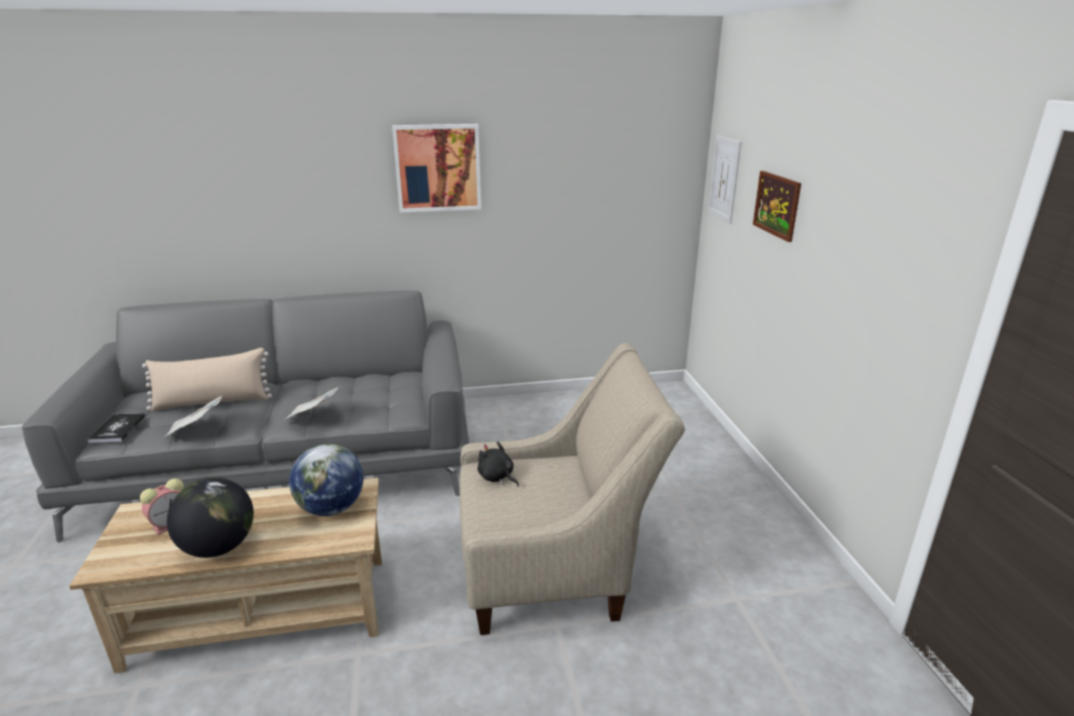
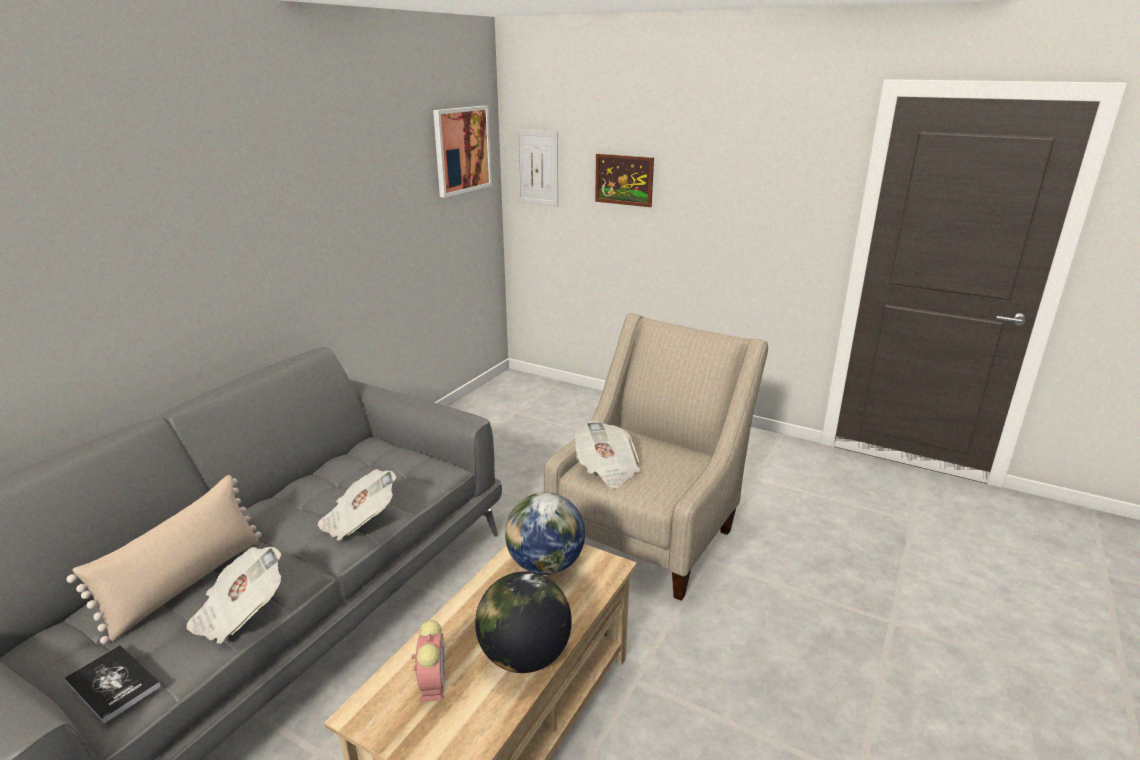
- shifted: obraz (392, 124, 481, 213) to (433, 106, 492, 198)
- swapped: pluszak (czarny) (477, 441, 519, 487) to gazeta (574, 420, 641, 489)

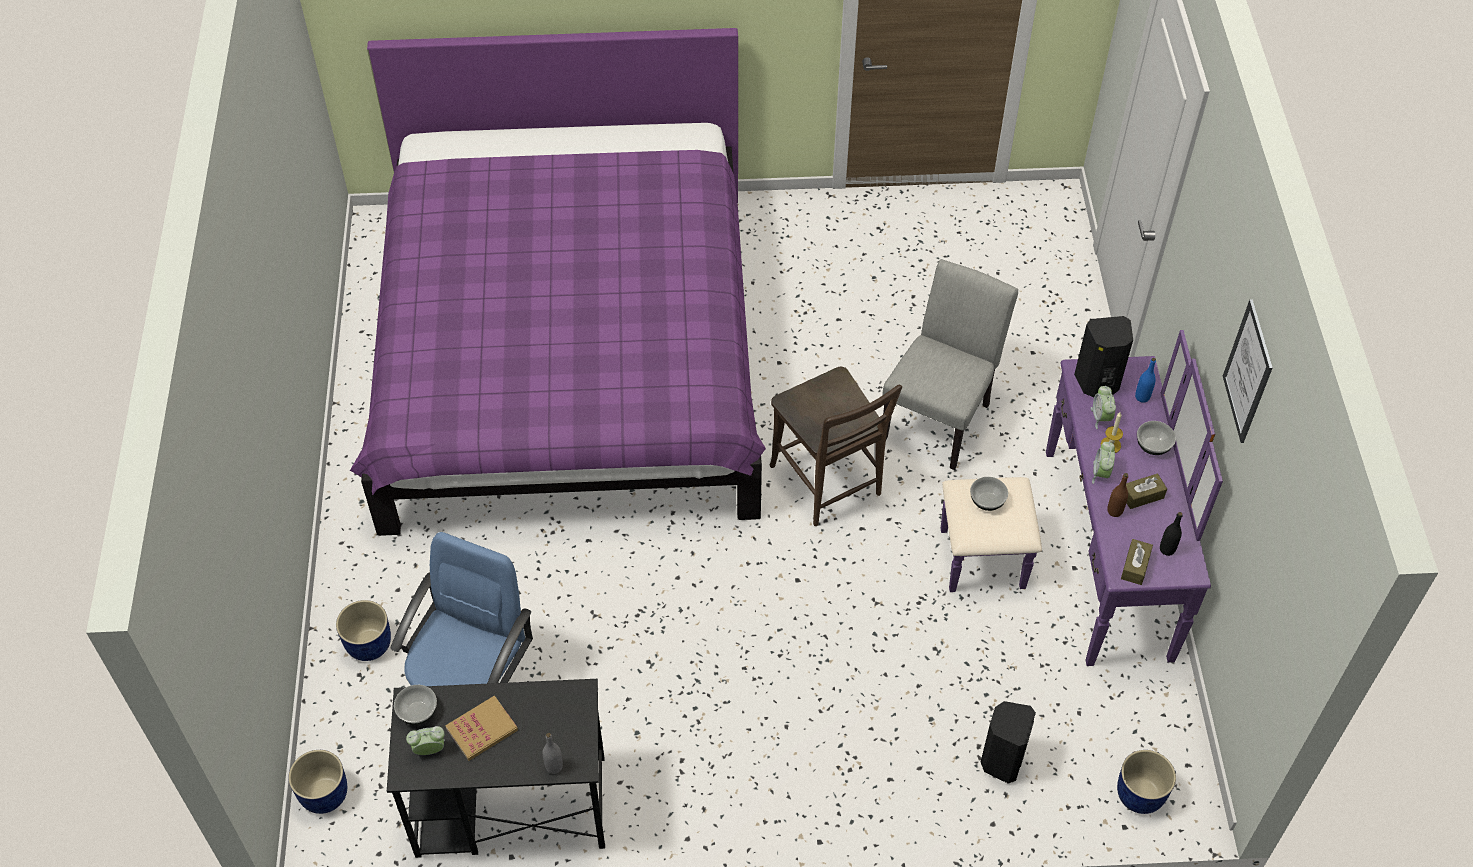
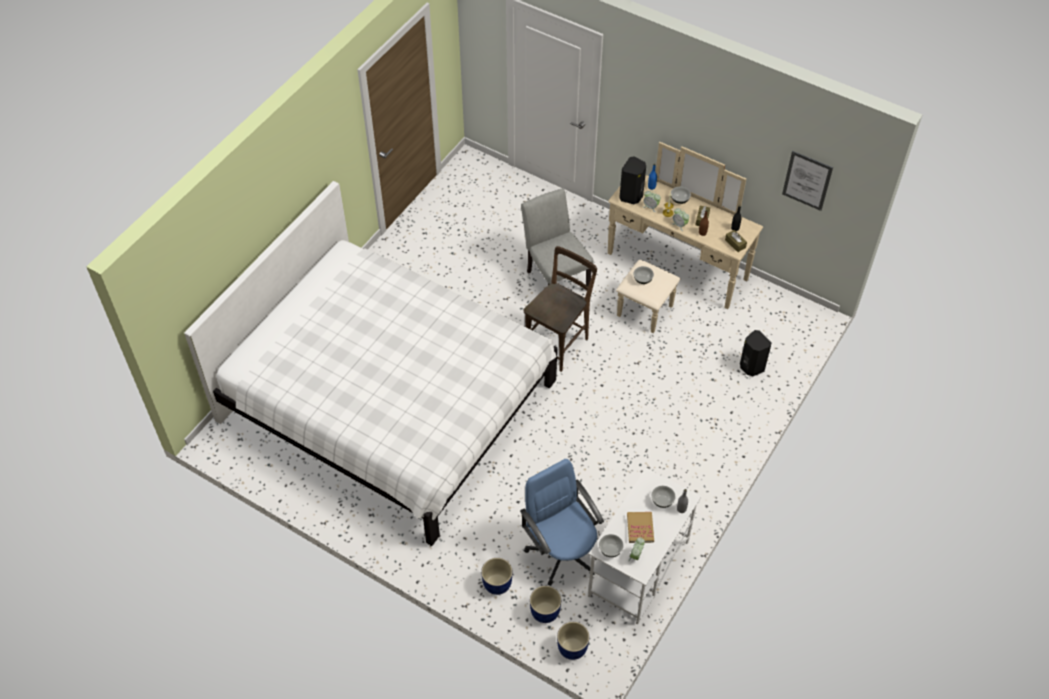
- repainted: łóżko (fioletowy) (350, 28, 766, 536) to łóżko (biały) (184, 181, 557, 546)
- repainted: biurko (czarny) (387, 679, 605, 858) to biurko (biały) (588, 468, 701, 625)
- rotated: krzesło (brązowy) (770, 367, 902, 526) = (524, 246, 597, 372) 60 degrees counterclockwise
- repainted: komoda (fioletowy) (941, 330, 1223, 666) to komoda (beżowy) (608, 142, 763, 333)
- shifted: donica (niebieski) (1117, 750, 1176, 814) to (530, 586, 561, 623)
- shifted: obraz (1223, 299, 1273, 443) to (782, 151, 833, 211)
- new: miska (652, 486, 676, 508)

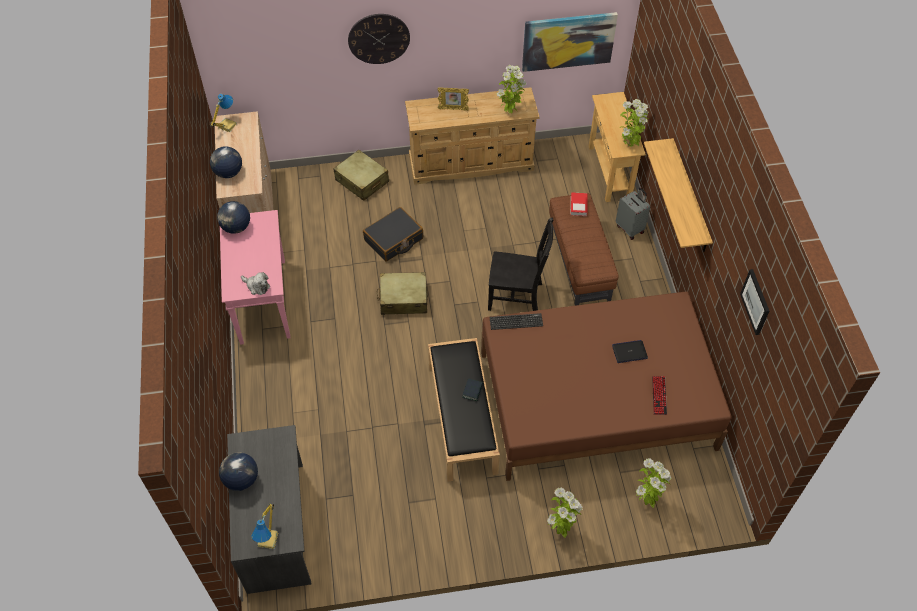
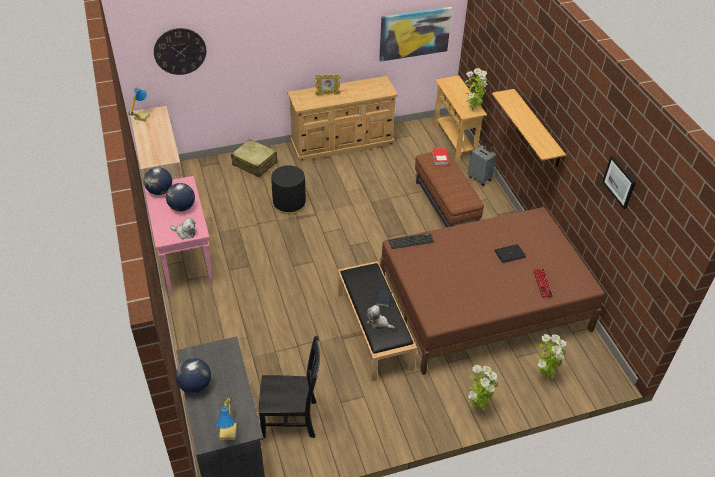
- shifted: globus (210, 146, 242, 178) to (166, 183, 195, 211)
- shifted: zegar ścienny (348, 14, 410, 64) to (154, 28, 206, 75)
- swapped: walizka (czarny) (363, 207, 423, 262) to pufa (czarny) (271, 165, 306, 214)
- gone: walizka (beżowy) (377, 272, 428, 315)
- shifted: krzesło (czarny) (488, 217, 553, 311) to (259, 336, 320, 438)
- gone: roślina doniczkowa (497, 65, 526, 114)
- new: pluszak (367, 305, 395, 330)

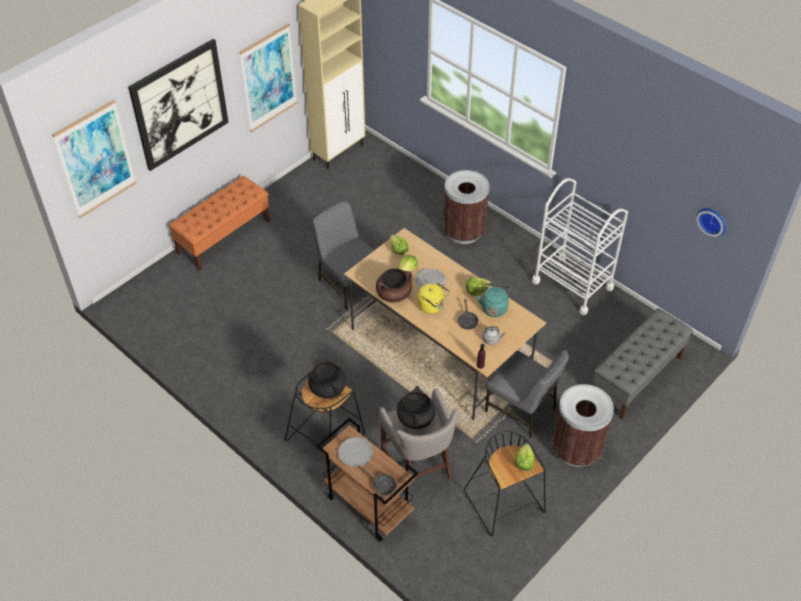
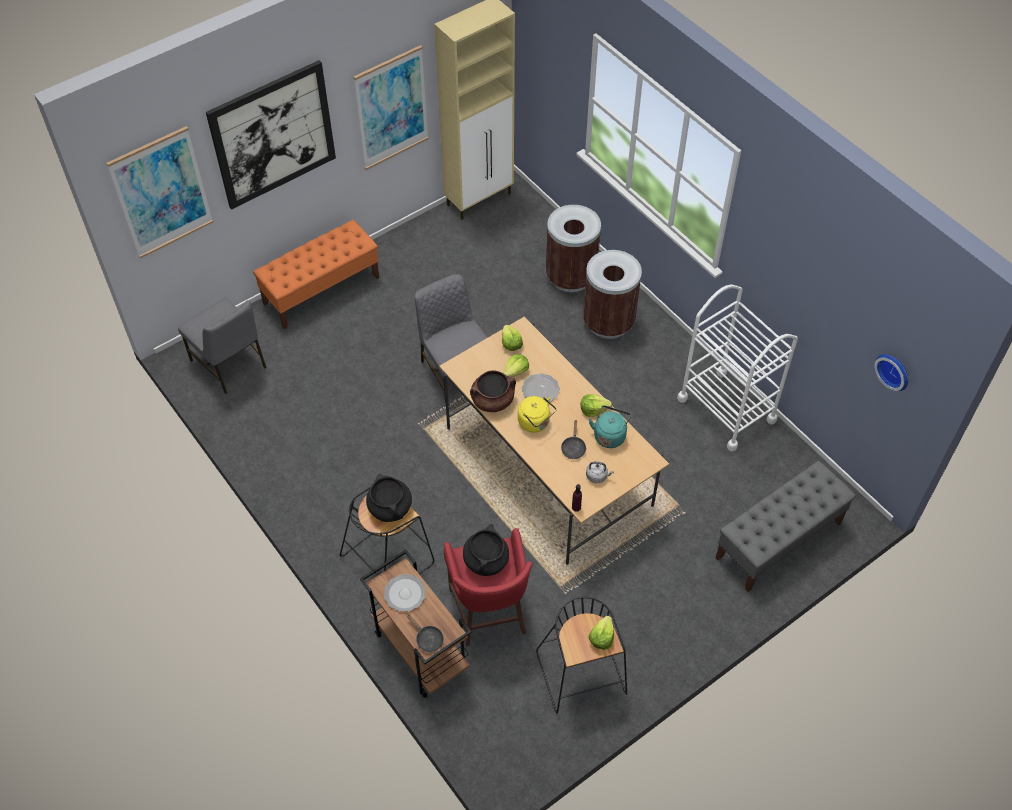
- repainted: stołek (szary) (379, 388, 458, 489) to stołek (czerwony) (444, 528, 532, 646)
- shifted: krzesło (szary) (485, 350, 569, 438) to (178, 298, 267, 394)
- shifted: kosz na śmieci (brązowy) (552, 384, 614, 467) to (546, 205, 601, 292)

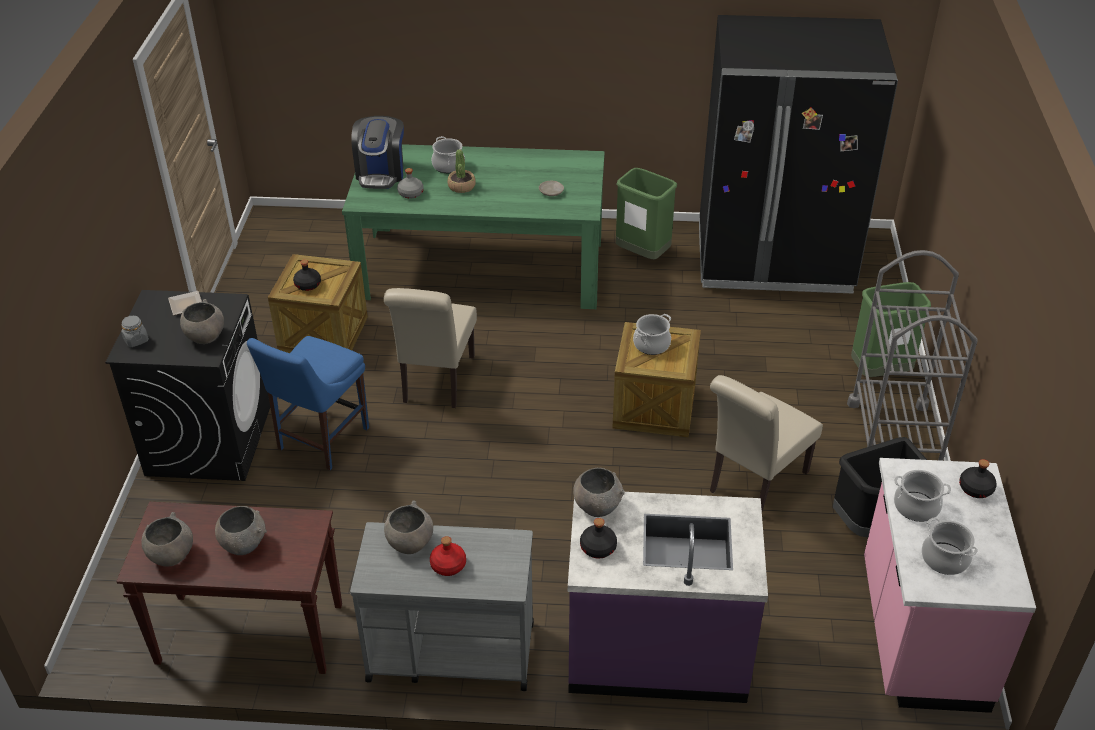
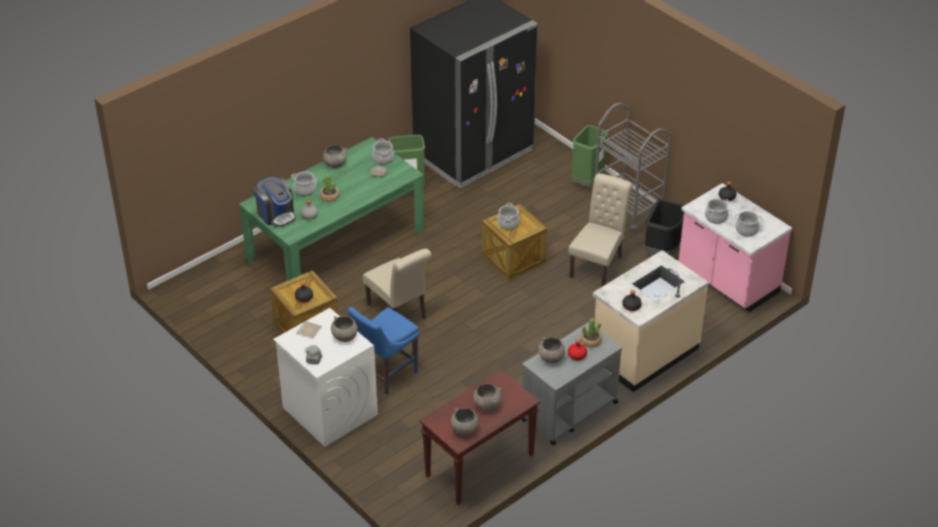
- repainted: pralka (czarny) (105, 290, 270, 481) to pralka (biały) (273, 308, 378, 447)
- rotated: krzesło (niebieski) (247, 336, 369, 470) = (348, 307, 419, 395) 60 degrees clockwise
- repainted: zabudowa kuchenna (fioletowy) (568, 492, 768, 703) to zabudowa kuchenna (beżowy) (593, 250, 709, 392)
- shifted: miska (szary) (573, 468, 625, 517) to (323, 145, 347, 168)
- rotated: krzesło (beżowy) (710, 375, 823, 511) = (568, 173, 633, 287) 150 degrees counterclockwise
- new: garnek (372, 138, 394, 164)
- new: roślina doniczkowa (581, 318, 602, 348)

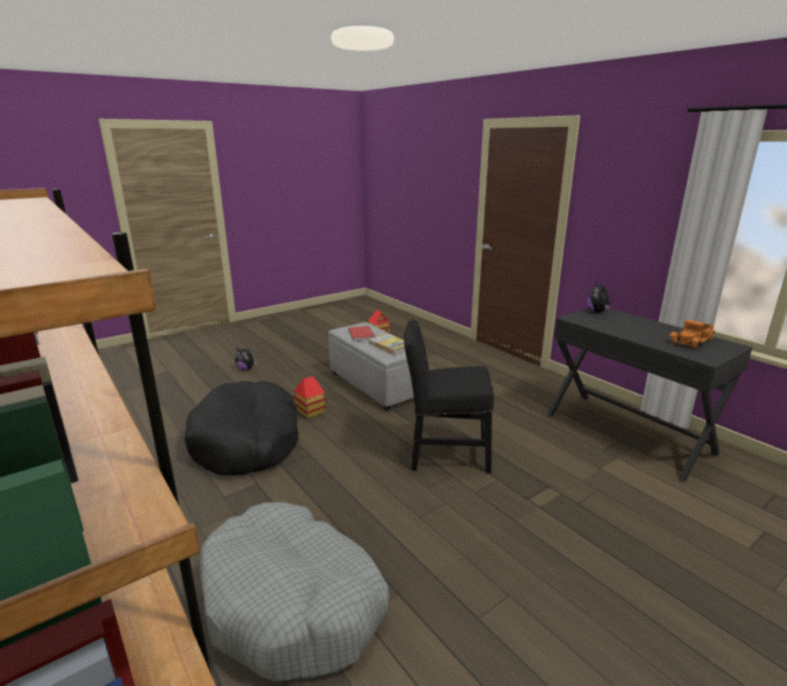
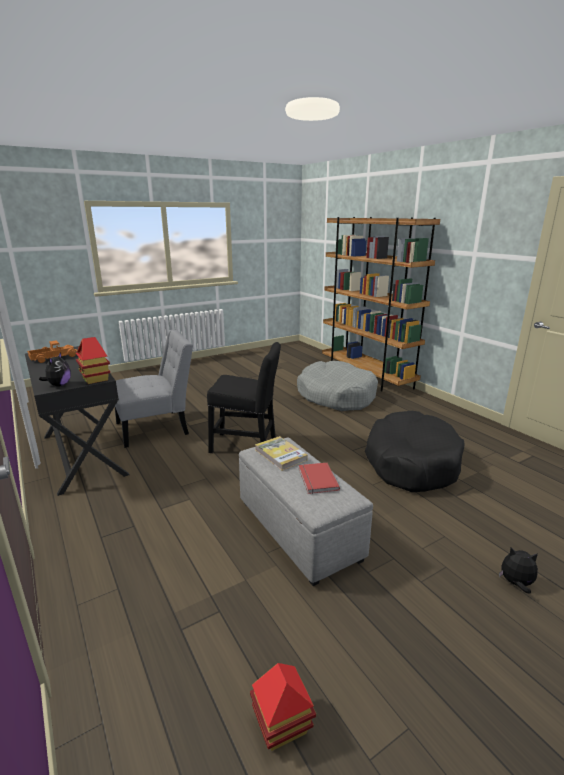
- shifted: domek (293, 376, 327, 419) to (76, 337, 110, 384)
- new: krzesło (szary) (115, 330, 193, 448)

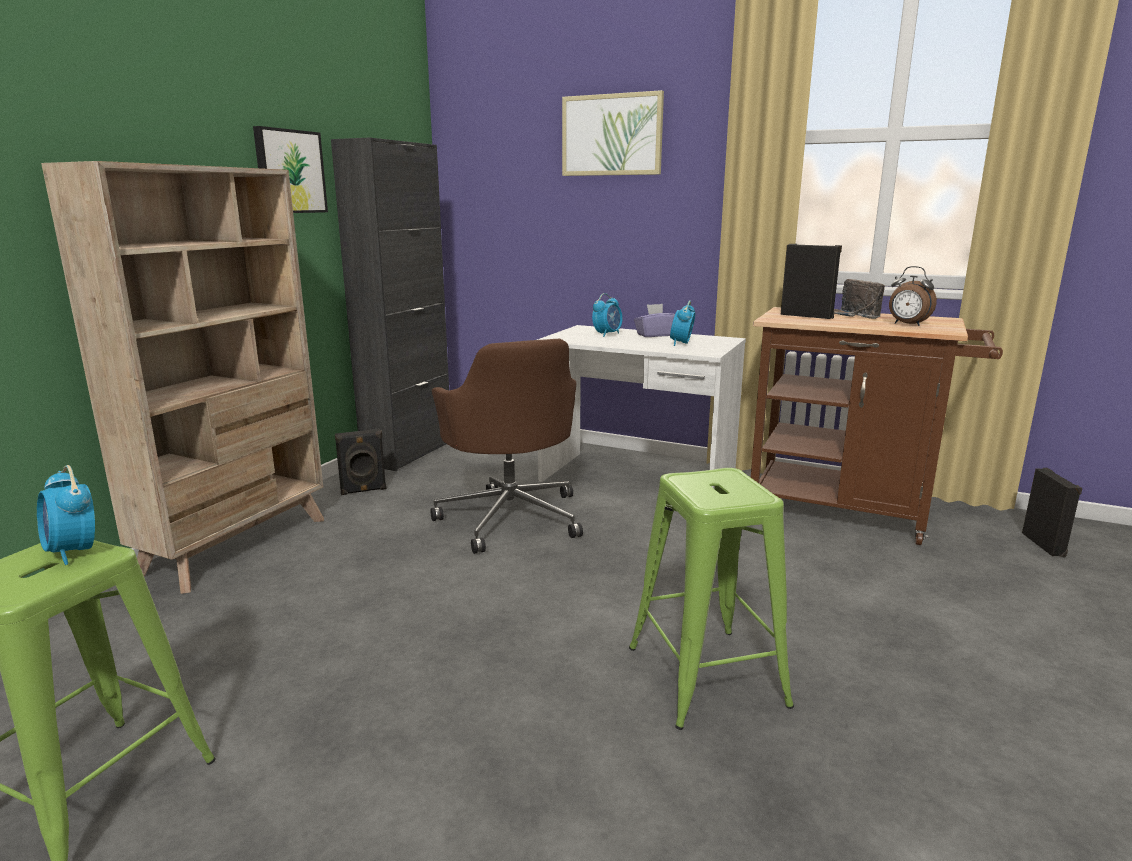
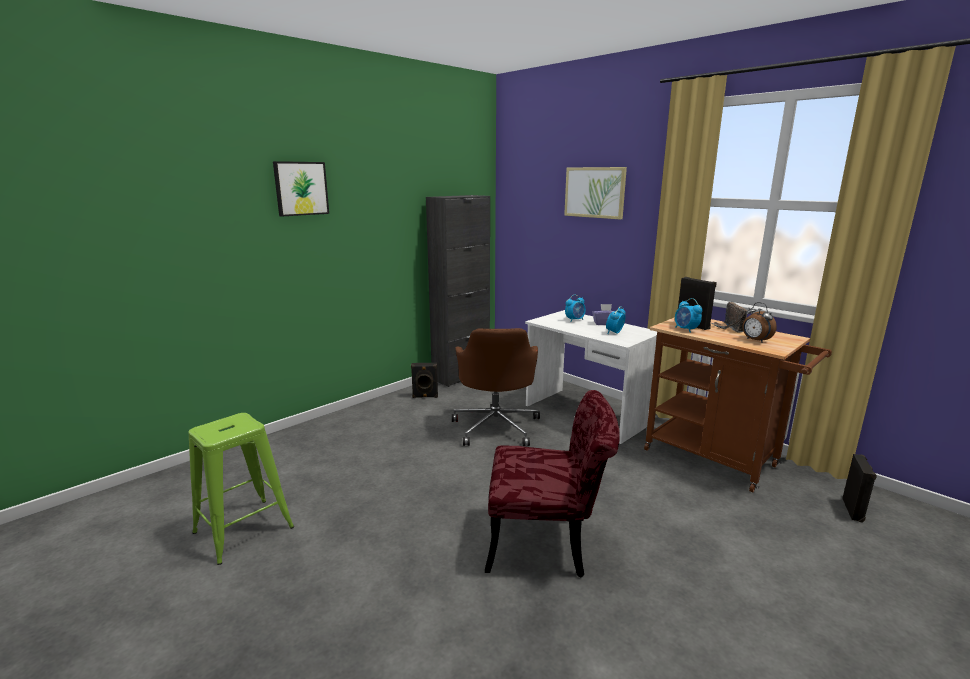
- shifted: budzik (37, 465, 95, 565) to (675, 298, 703, 333)
- gone: regał (beżowy) (41, 161, 324, 594)
- shifted: obraz (253, 126, 328, 213) to (273, 161, 329, 216)
- swapped: stołek (zielony) (629, 468, 794, 730) to krzesło (czerwony) (485, 390, 620, 577)

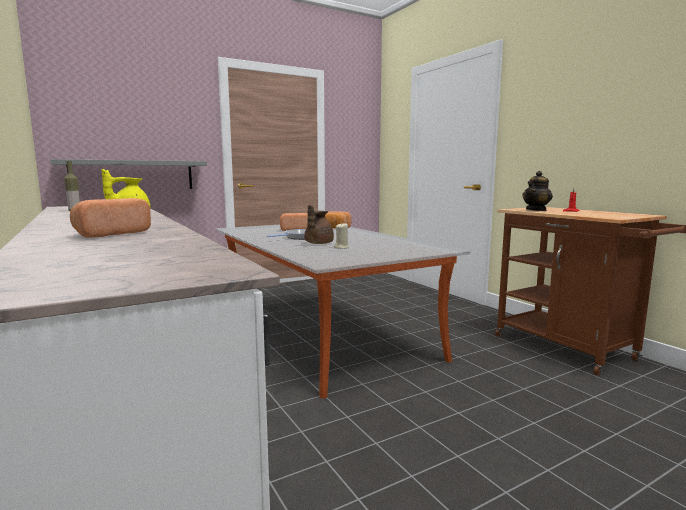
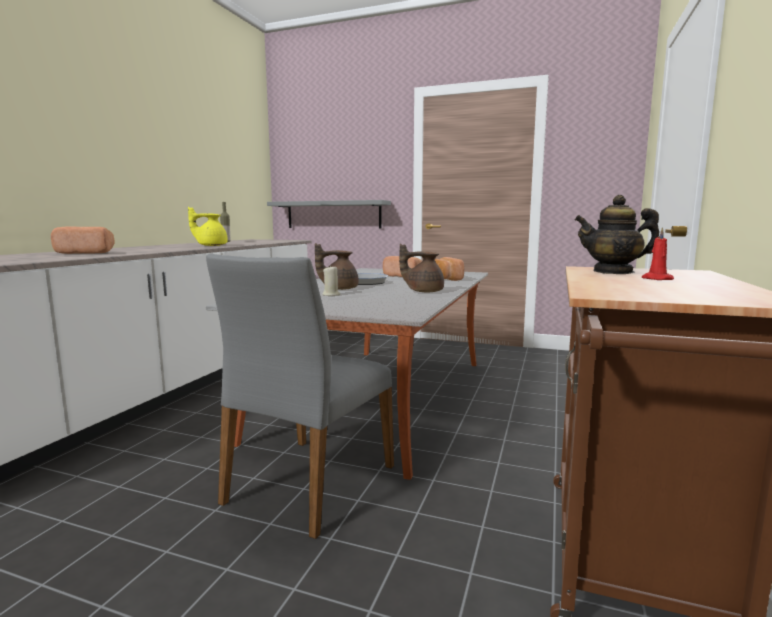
- new: krzesło (szary) (206, 253, 394, 539)
- new: imbryk (brązowy) (399, 243, 444, 292)

